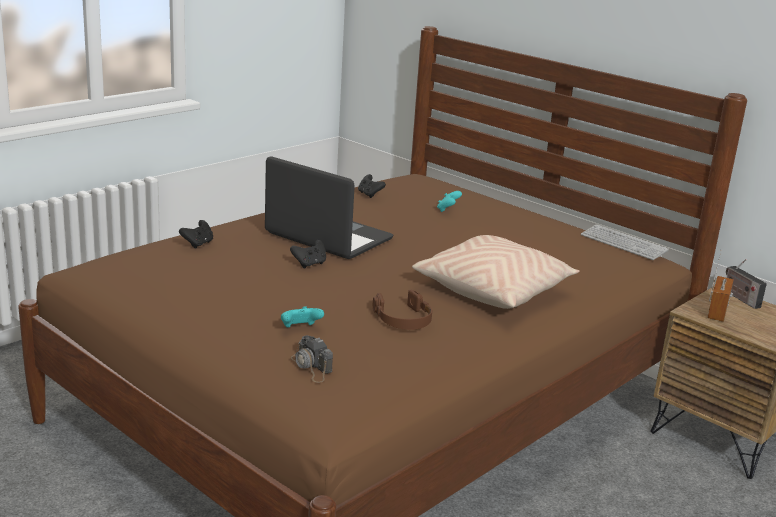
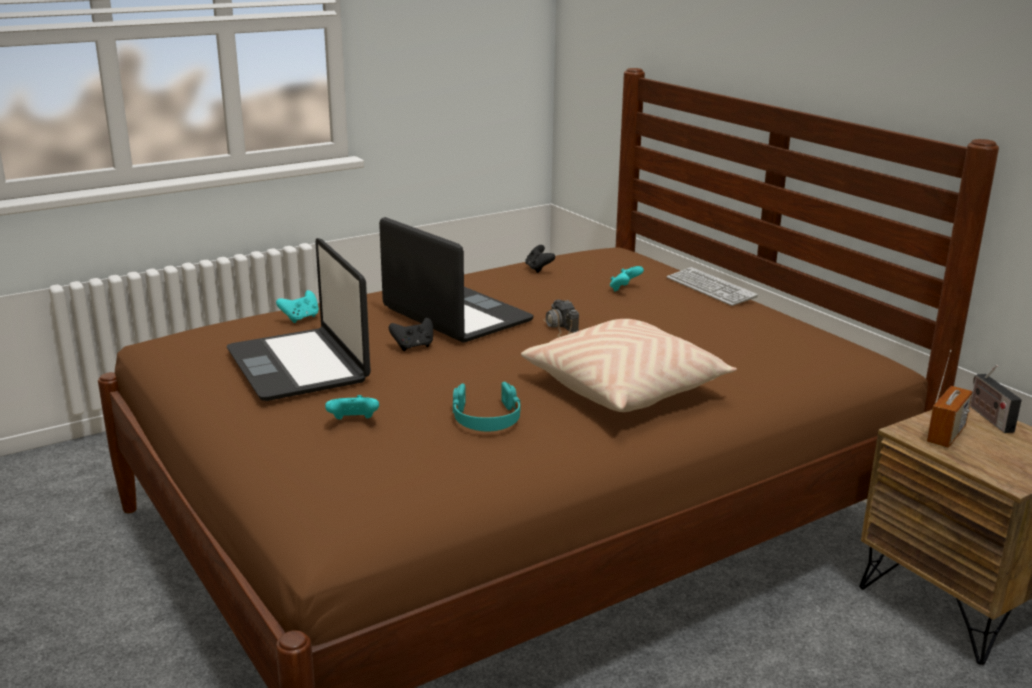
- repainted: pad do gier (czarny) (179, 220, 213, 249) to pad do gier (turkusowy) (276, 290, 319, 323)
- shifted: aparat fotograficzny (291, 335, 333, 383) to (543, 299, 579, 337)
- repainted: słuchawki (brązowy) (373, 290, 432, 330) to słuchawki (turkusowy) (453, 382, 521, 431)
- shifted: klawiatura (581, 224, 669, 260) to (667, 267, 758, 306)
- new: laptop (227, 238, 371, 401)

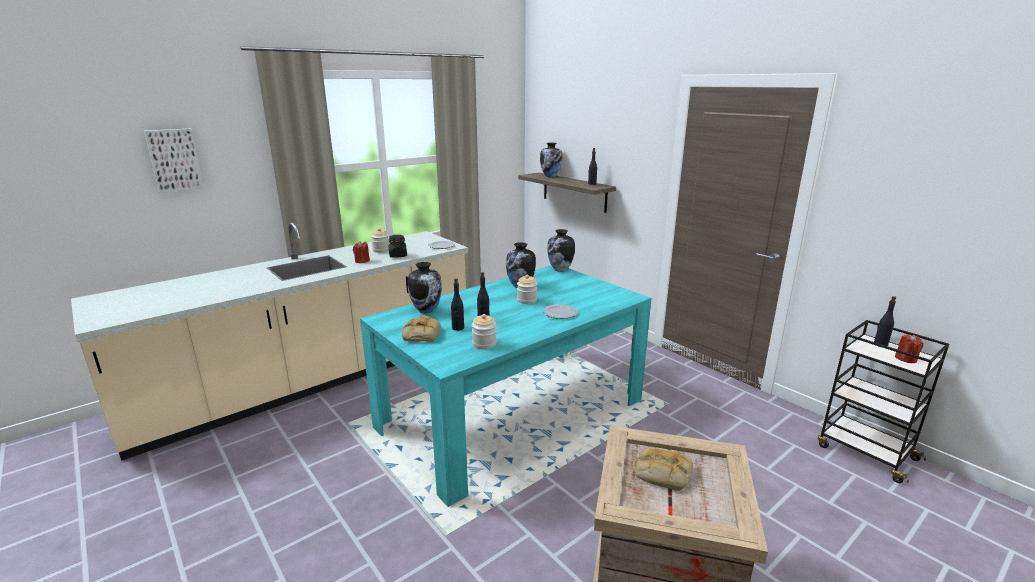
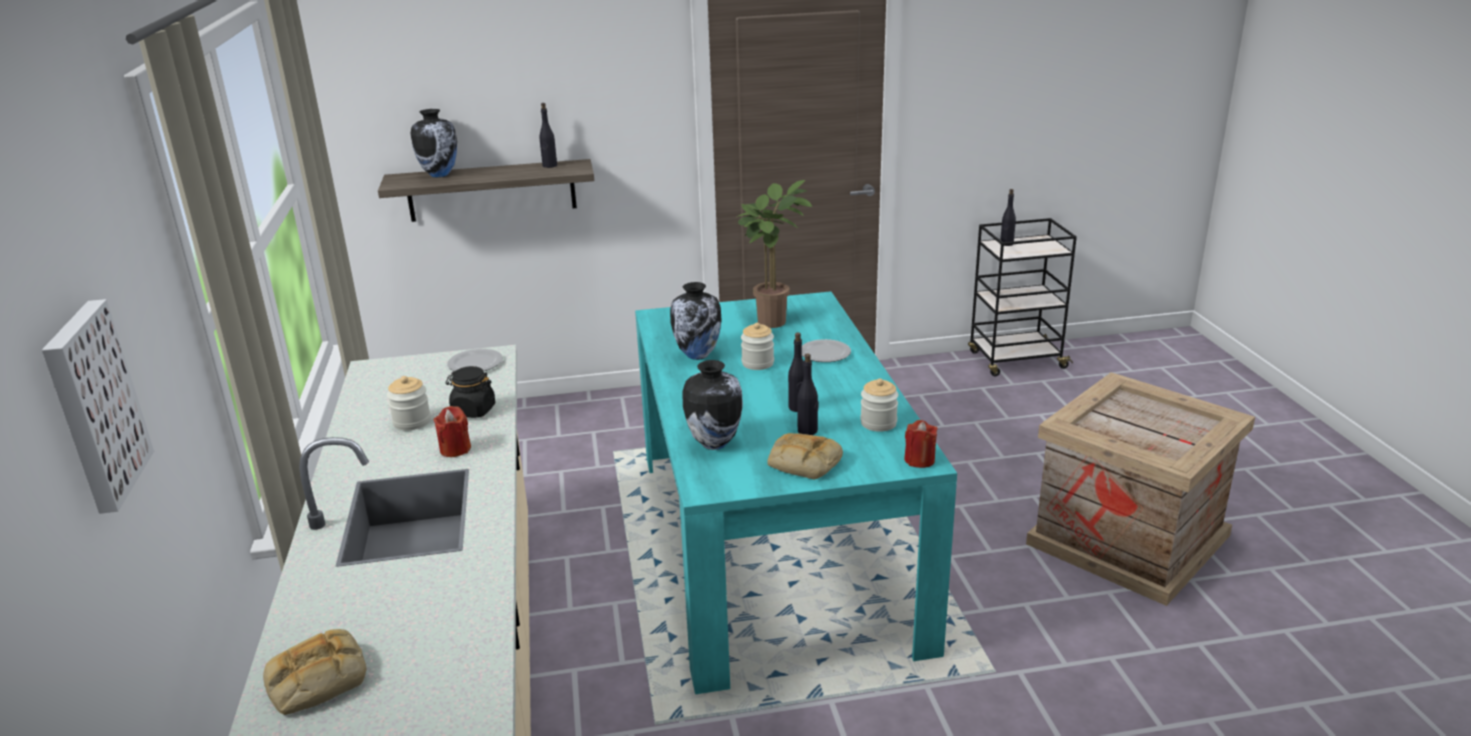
- gone: wazon (547, 229, 575, 272)
- shifted: chleb (635, 448, 693, 491) to (263, 629, 366, 715)
- shifted: świeca (czerwony) (895, 335, 923, 363) to (904, 420, 938, 468)
- new: roślina doniczkowa (737, 180, 812, 328)

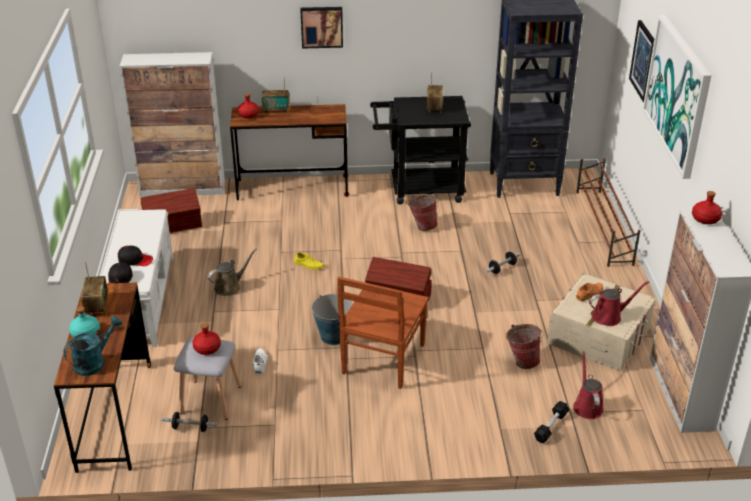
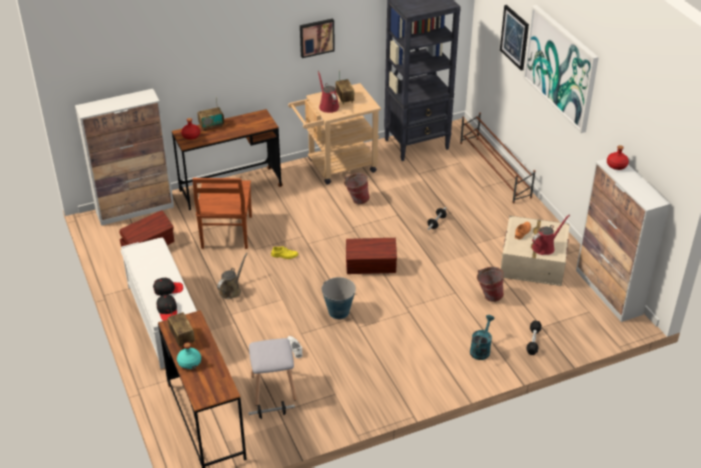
- shifted: konewka (turkusowy) (63, 316, 122, 376) to (470, 315, 494, 360)
- gone: butelka (czerwony) (192, 323, 221, 355)
- shifted: obraz (300, 7, 343, 49) to (300, 19, 335, 58)
- shifted: krzesło (brązowy) (337, 277, 429, 389) to (193, 178, 252, 249)
- repainted: wózek (czarny) (370, 96, 471, 205) to wózek (beżowy) (288, 83, 381, 185)
- shifted: konewka (czerwony) (573, 351, 604, 419) to (318, 71, 339, 113)

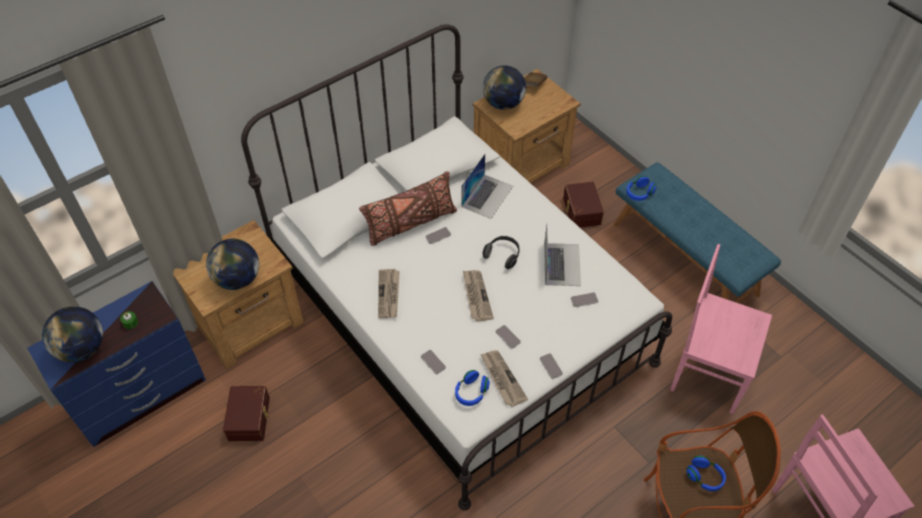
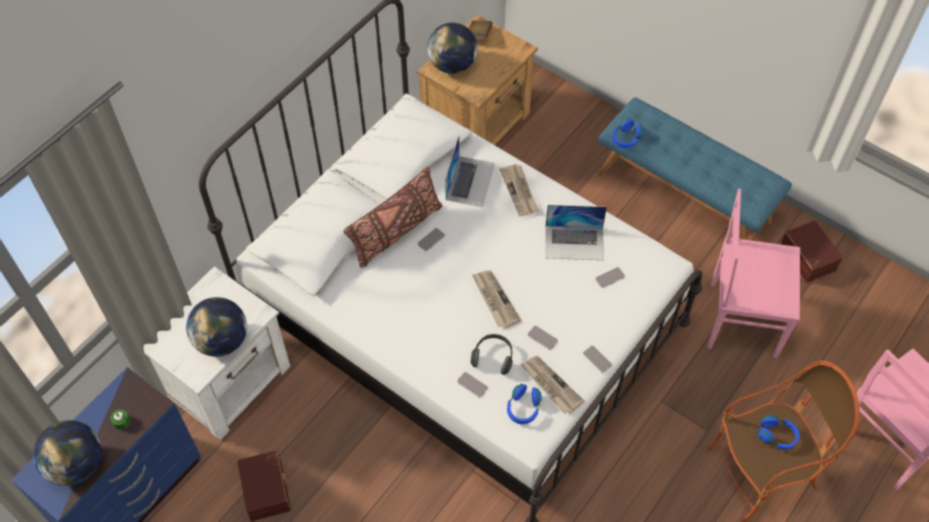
- repainted: szafka nocna (brązowy) (173, 220, 304, 369) to szafka nocna (biały) (144, 266, 290, 440)
- shifted: gazeta (378, 269, 400, 318) to (499, 164, 538, 216)
- shifted: słuchawki (482, 236, 520, 269) to (471, 334, 513, 375)
- rotated: laptop (544, 225, 581, 286) = (545, 205, 607, 260) 105 degrees clockwise
- shifted: pojemnik do przechowywania (brązowy) (563, 182, 604, 227) to (780, 221, 843, 283)

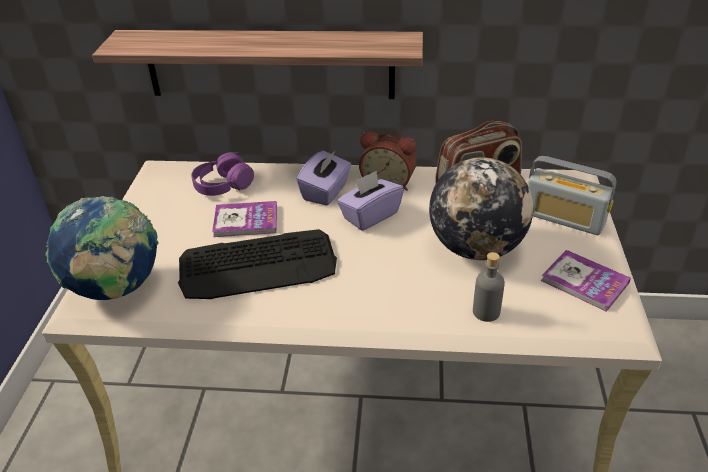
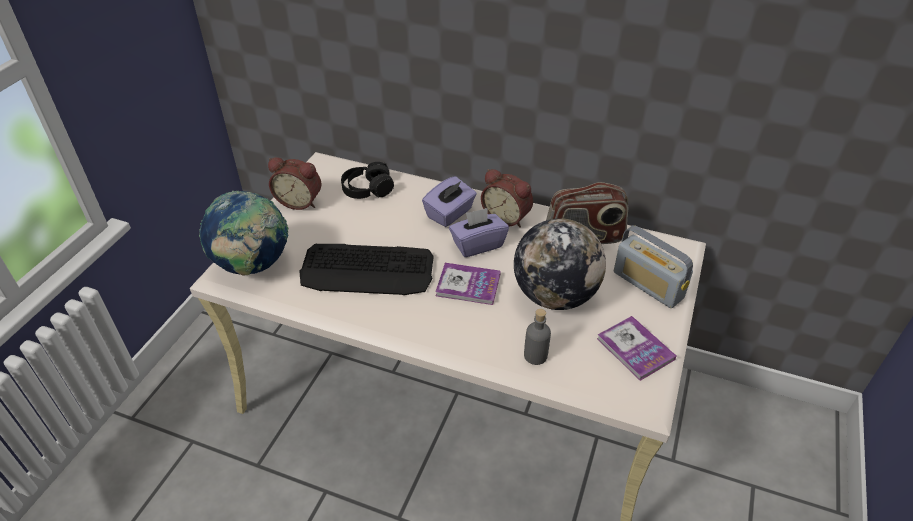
- gone: półka (92, 30, 423, 99)
- repainted: słuchawki (fioletowy) (191, 152, 254, 196) to słuchawki (czarny) (341, 162, 394, 199)
- shifted: książka (212, 201, 277, 237) to (435, 263, 501, 305)
- new: budzik (268, 157, 321, 210)

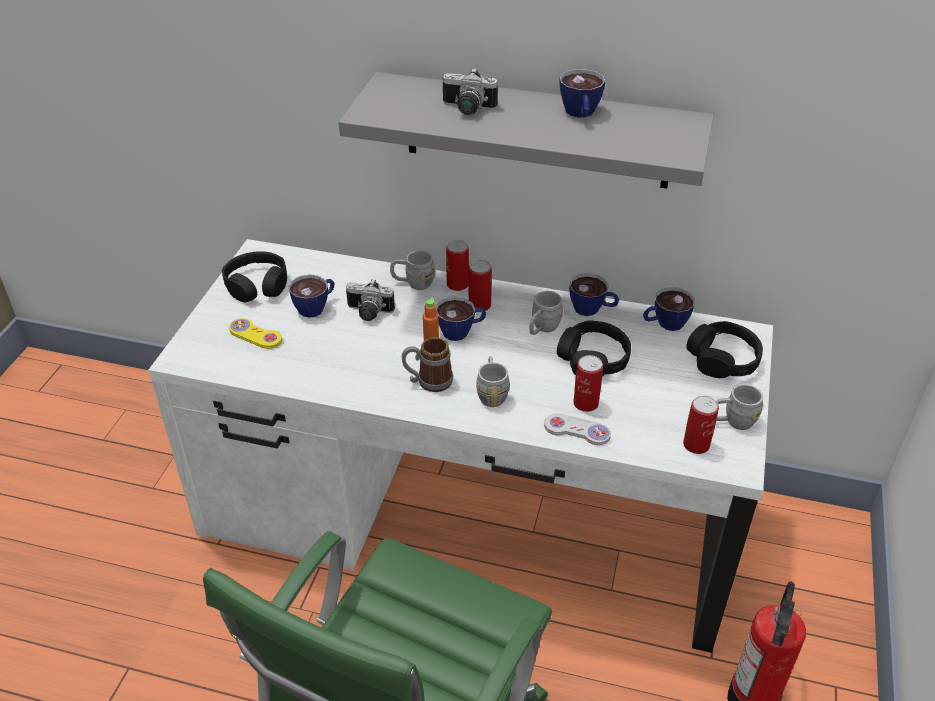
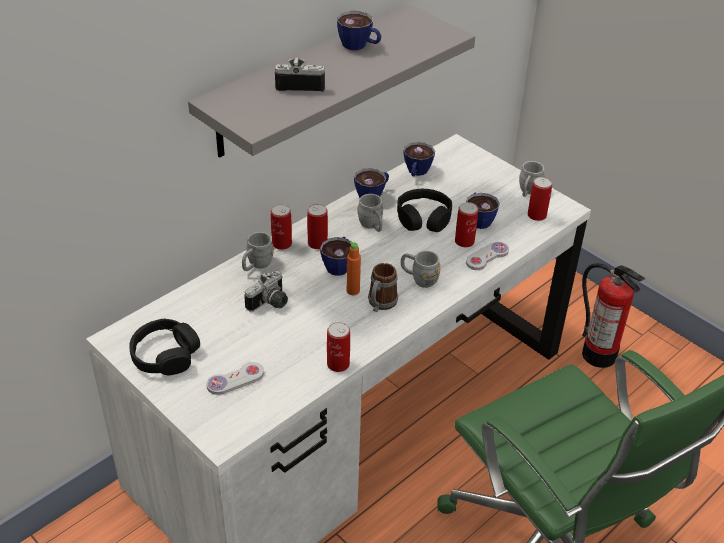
- repainted: pad do gier (żółty) (229, 318, 282, 349) to pad do gier (biały) (206, 362, 264, 395)
- shifted: filiżanka (288, 275, 334, 318) to (466, 193, 500, 229)
- rotated: aparat fotograficzny (443, 68, 498, 115) = (275, 57, 325, 93) 135 degrees counterclockwise
- gone: słuchawki (czarny) (686, 321, 763, 378)
- new: puszka (327, 322, 350, 372)

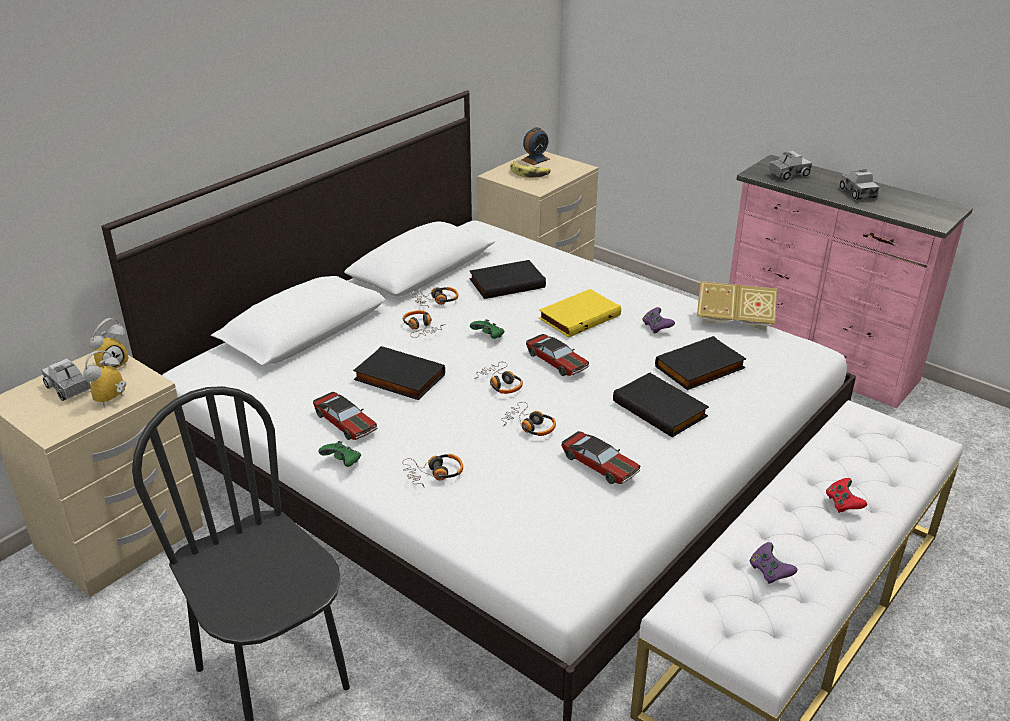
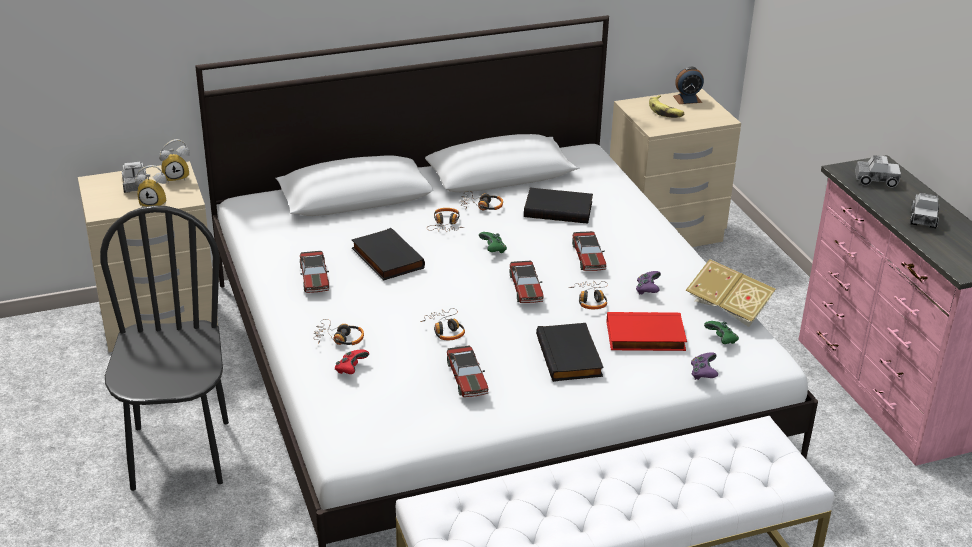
- rotated: budzik (83, 350, 127, 407) = (135, 165, 167, 207) 150 degrees counterclockwise
- shifted: pad do gier (zielony) (318, 441, 361, 467) to (704, 321, 739, 344)
- shifted: słuchawki (474, 362, 523, 394) to (569, 281, 608, 309)
- swapped: książka (żółty) (539, 289, 621, 338) to samochodzik (572, 231, 606, 271)
- repainted: książka (czarny) (655, 336, 746, 390) to książka (czerwony) (607, 312, 687, 351)
- shifted: pad do gier (fioletowy) (750, 542, 798, 584) to (691, 352, 718, 380)
- shifted: pad do gier (czerwony) (826, 478, 867, 513) to (335, 350, 369, 374)

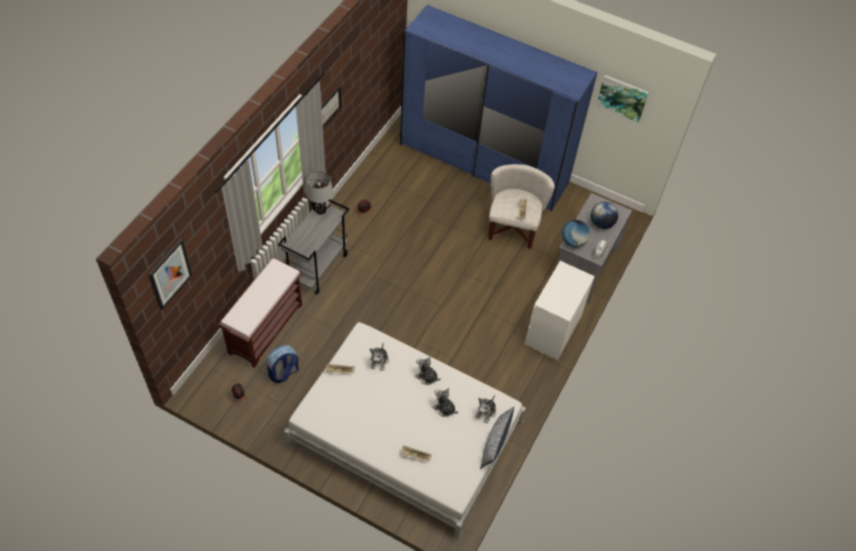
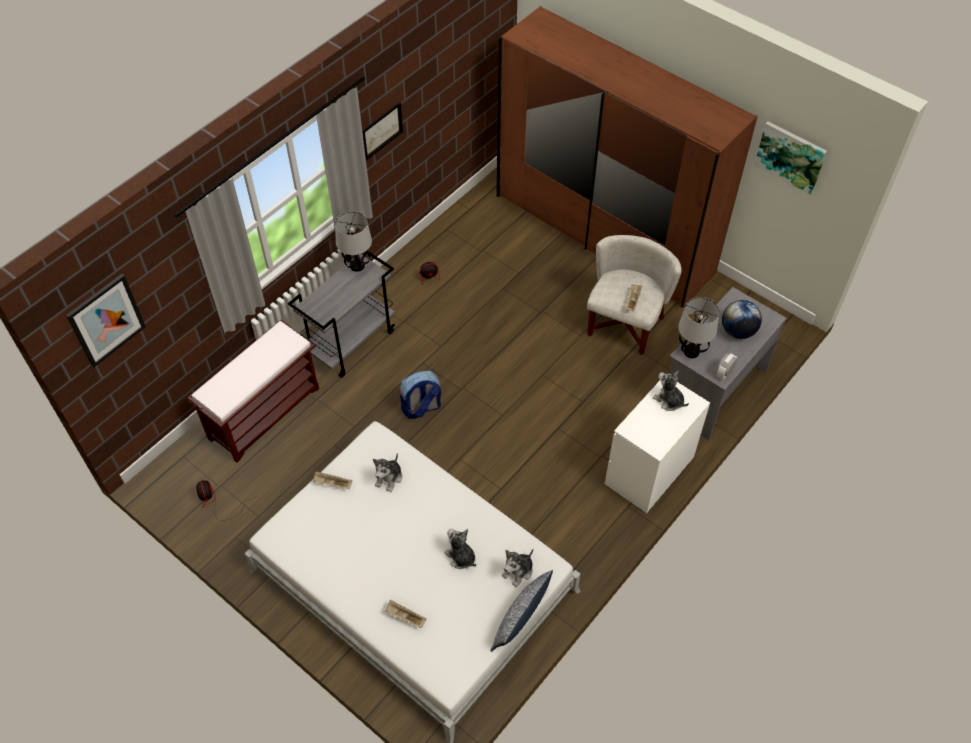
- shifted: plecak (267, 345, 299, 383) to (400, 371, 441, 419)
- repainted: szafa (niebieski) (400, 5, 598, 211) to szafa (brązowy) (497, 6, 758, 308)
- shifted: pluszak (415, 356, 441, 385) to (653, 370, 689, 411)
- swapped: globus (562, 220, 590, 248) to lampa stołowa (678, 297, 720, 358)

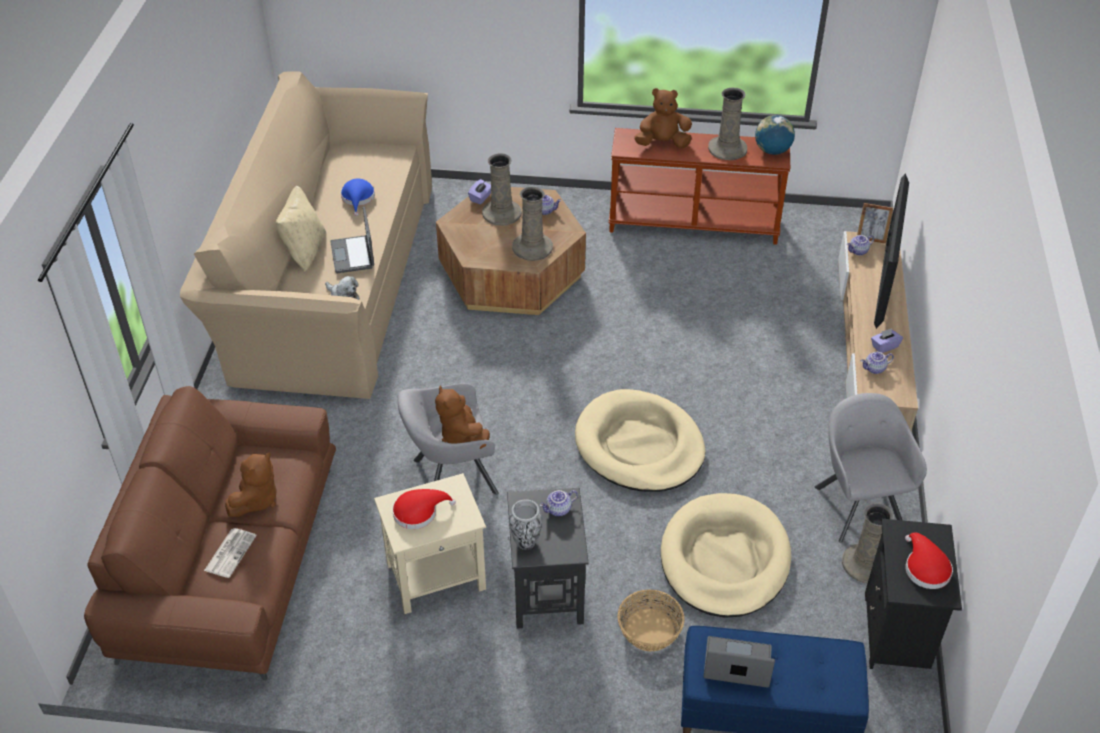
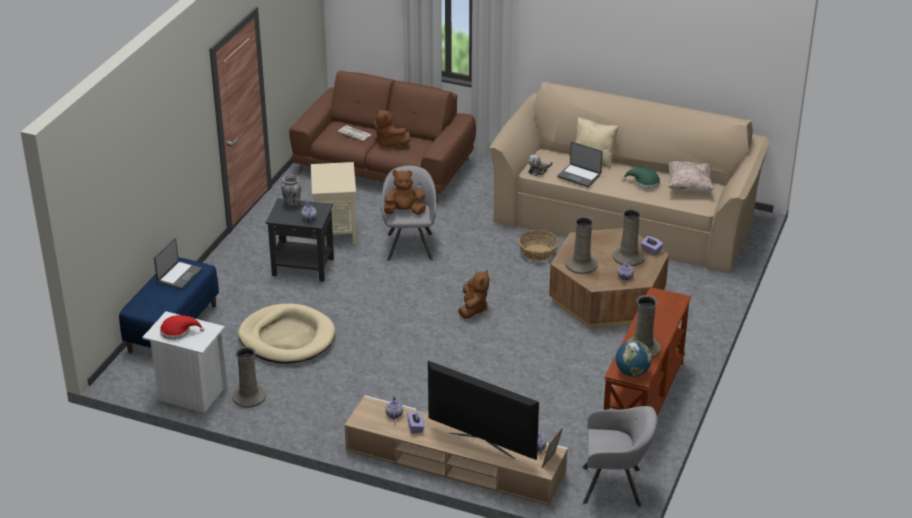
- rotated: laptop (330, 207, 374, 273) = (557, 142, 603, 187) 150 degrees counterclockwise
- repainted: kapelusz (niebieski) (341, 179, 375, 216) to kapelusz (zielony) (622, 168, 660, 189)
- gone: kapelusz (czerwony) (392, 489, 456, 529)
- gone: legowisko (beżowy) (575, 389, 705, 492)
- shifted: koszyk (618, 590, 685, 651) to (518, 230, 559, 261)
- shifted: pluszak (brązowy) (634, 88, 692, 149) to (458, 270, 489, 319)
- shifted: fotel (szary) (814, 393, 927, 543) to (583, 406, 657, 507)
- repainted: szafka nocna (czarny) (865, 519, 962, 669) to szafka nocna (biały) (142, 311, 228, 413)
- new: poduszka (beżowy) (668, 161, 714, 193)

